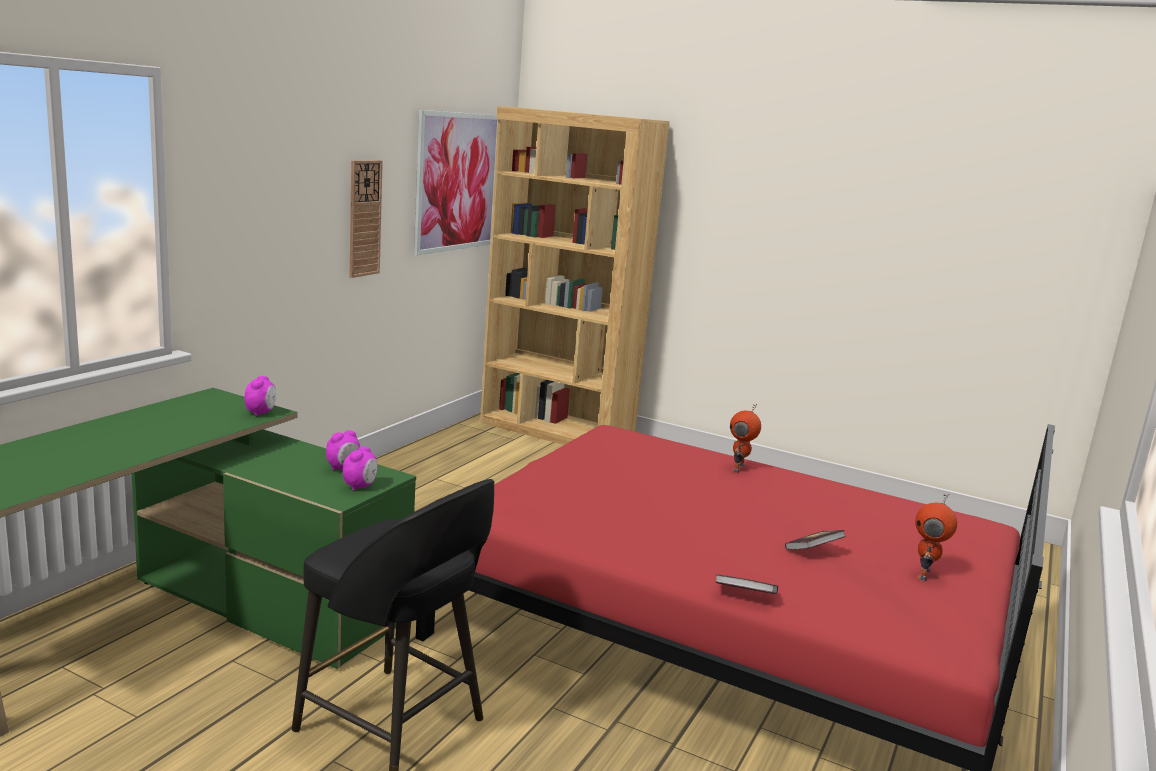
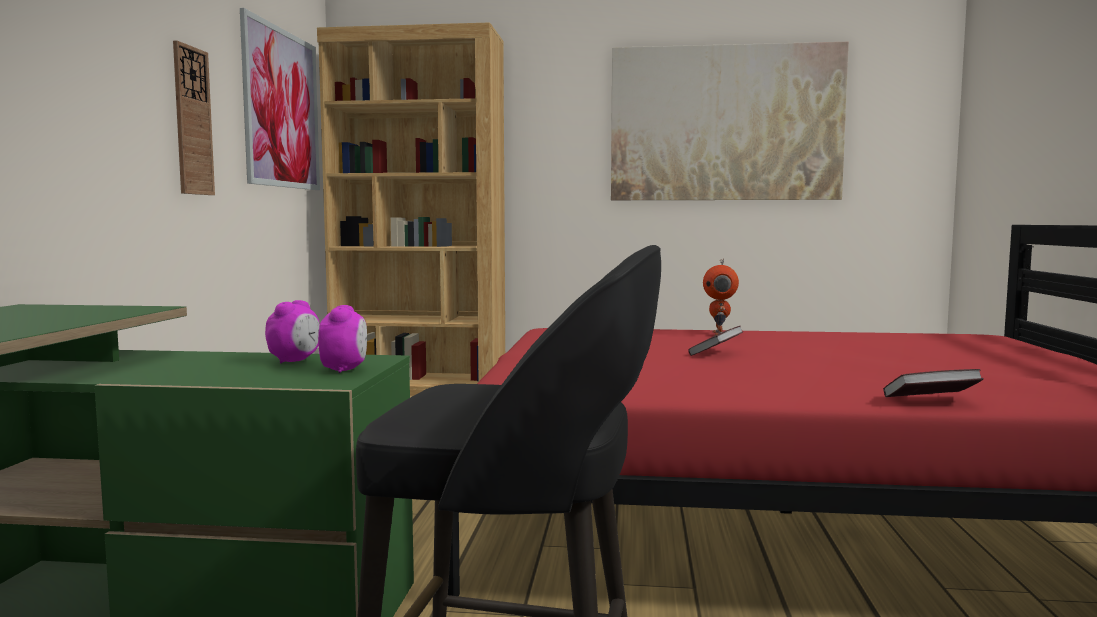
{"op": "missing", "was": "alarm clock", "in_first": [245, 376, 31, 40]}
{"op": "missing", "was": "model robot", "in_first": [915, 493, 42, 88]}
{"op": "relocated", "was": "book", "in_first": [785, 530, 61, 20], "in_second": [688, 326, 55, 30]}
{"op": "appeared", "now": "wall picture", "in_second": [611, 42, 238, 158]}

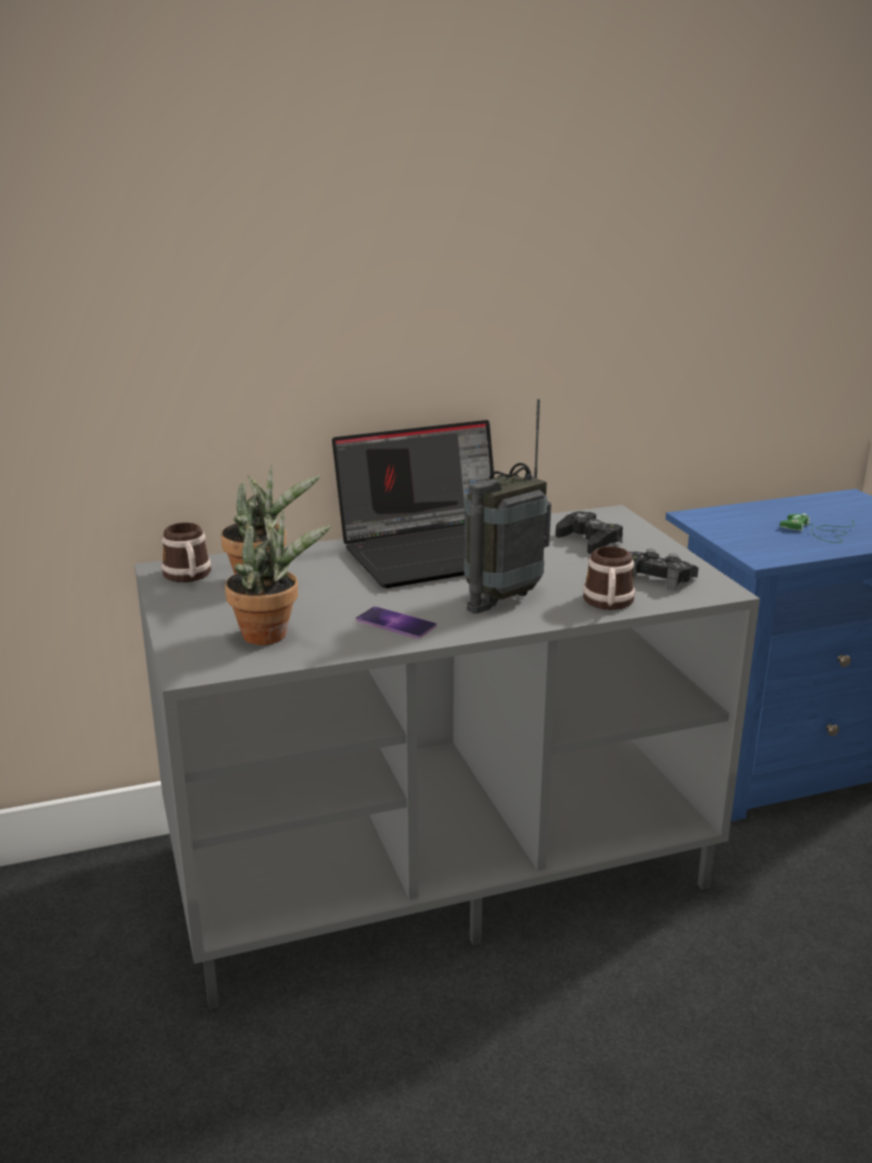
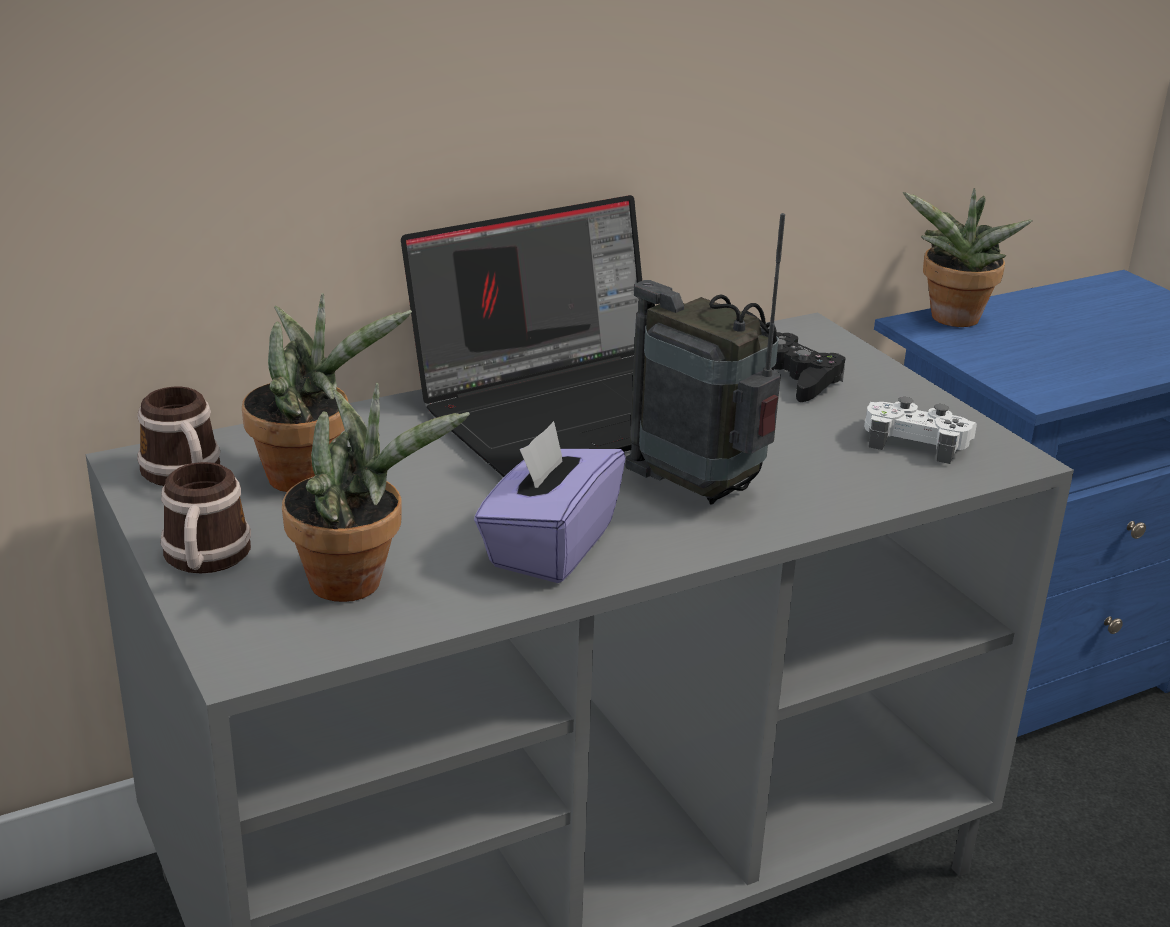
{"op": "spun", "was": "radio", "in_first": [464, 399, 87, 215], "in_second": [625, 213, 160, 292], "clockwise": 90}
{"op": "missing", "was": "joypad (green)", "in_first": [780, 514, 75, 29]}
{"op": "relocated", "was": "mug", "in_first": [583, 546, 52, 64], "in_second": [161, 462, 90, 111]}
{"op": "colour", "was": "joypad (black)", "now": "joypad (white)", "in_first": [629, 549, 70, 42], "in_second": [864, 397, 113, 67]}
{"op": "exchanged", "was": "telephone", "now": "tissue holder (purplish)", "in_first": [356, 606, 81, 33], "in_second": [474, 421, 152, 162]}
{"op": "appeared", "now": "plant in a pot", "in_second": [903, 188, 130, 139]}

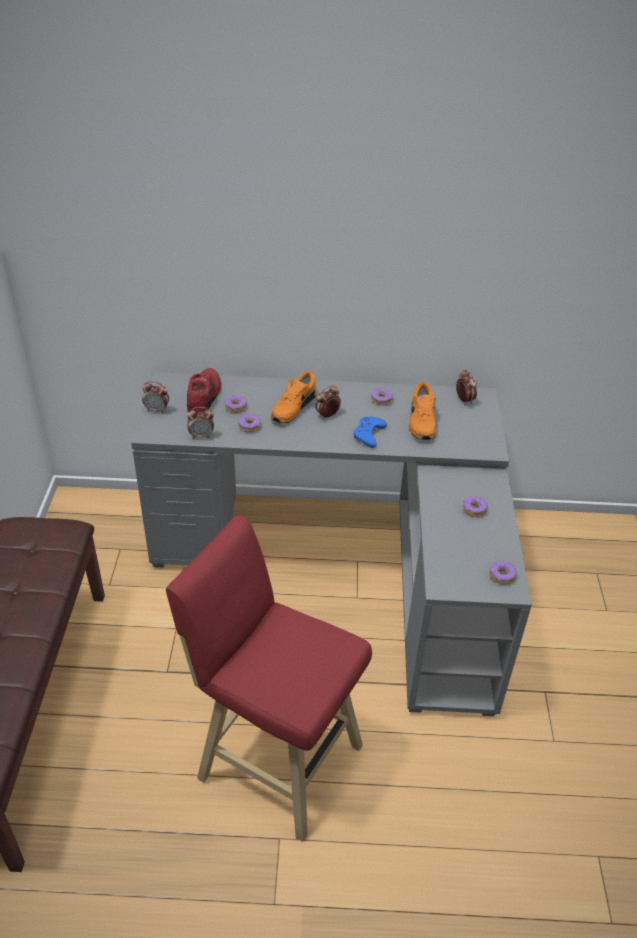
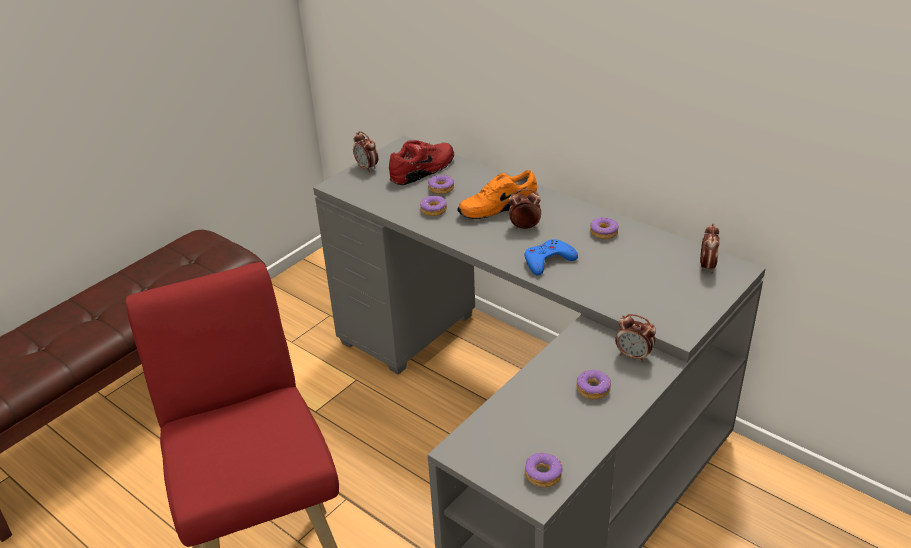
{"op": "missing", "was": "shoe (orange)", "in_first": [409, 382, 27, 58]}
{"op": "relocated", "was": "alarm clock", "in_first": [187, 407, 27, 32], "in_second": [615, 314, 41, 48]}

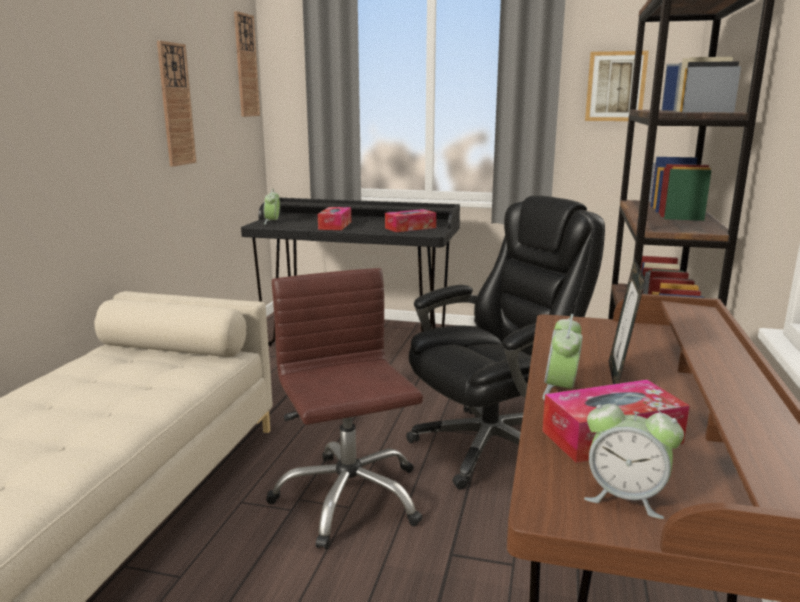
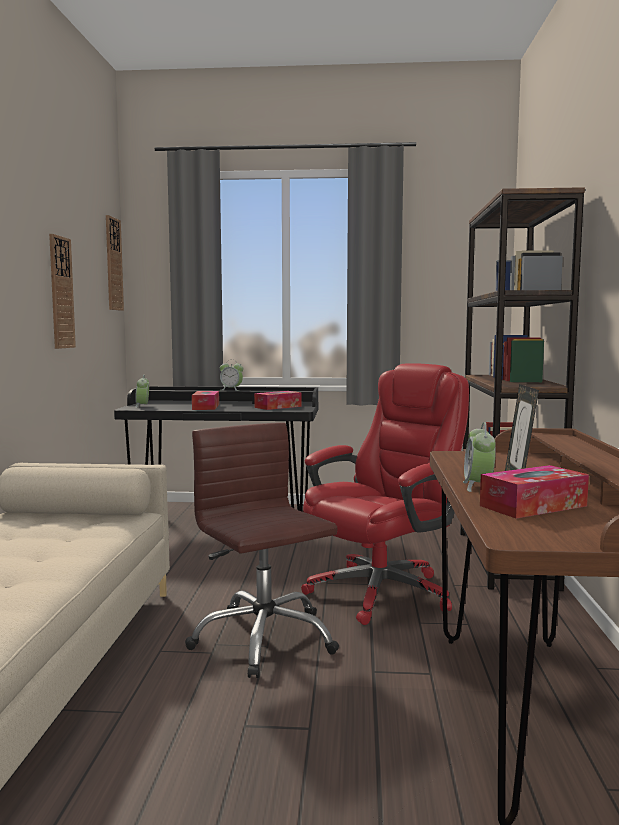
{"op": "missing", "was": "wall picture", "in_first": [585, 51, 64, 70]}
{"op": "colour", "was": "desk chair (black)", "now": "desk chair (reddish)", "in_first": [406, 195, 199, 295], "in_second": [301, 363, 168, 262]}
{"op": "relocated", "was": "alarm clock", "in_first": [584, 394, 100, 125], "in_second": [220, 359, 23, 32]}

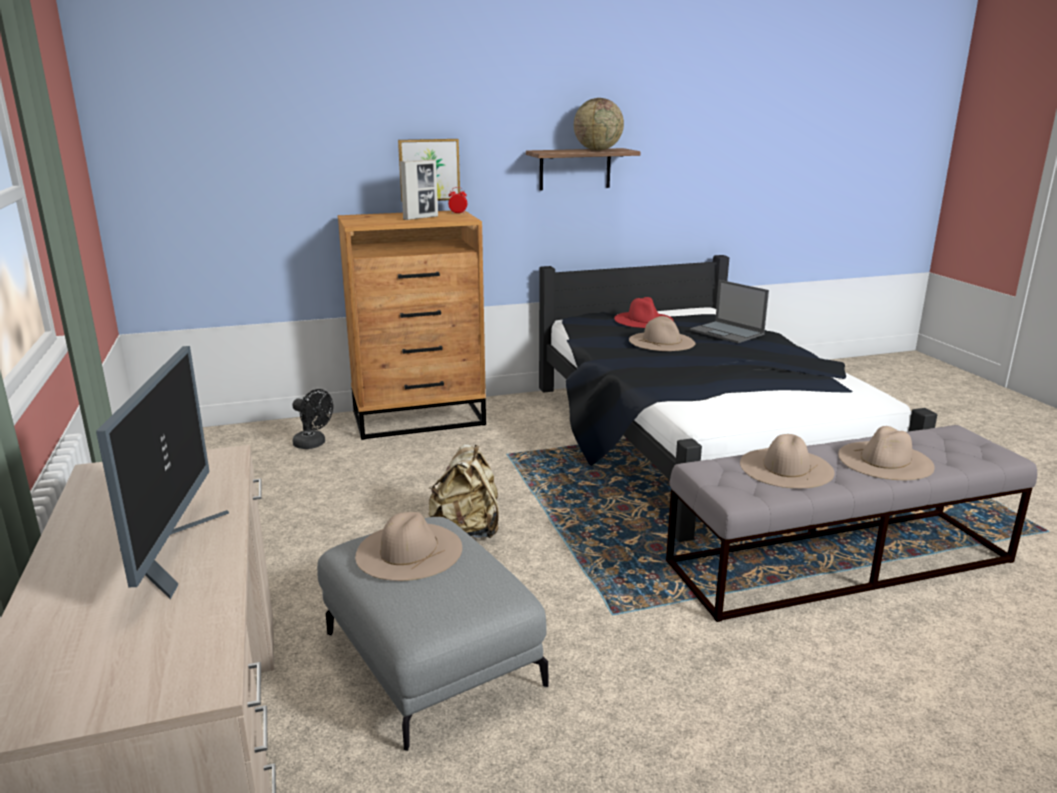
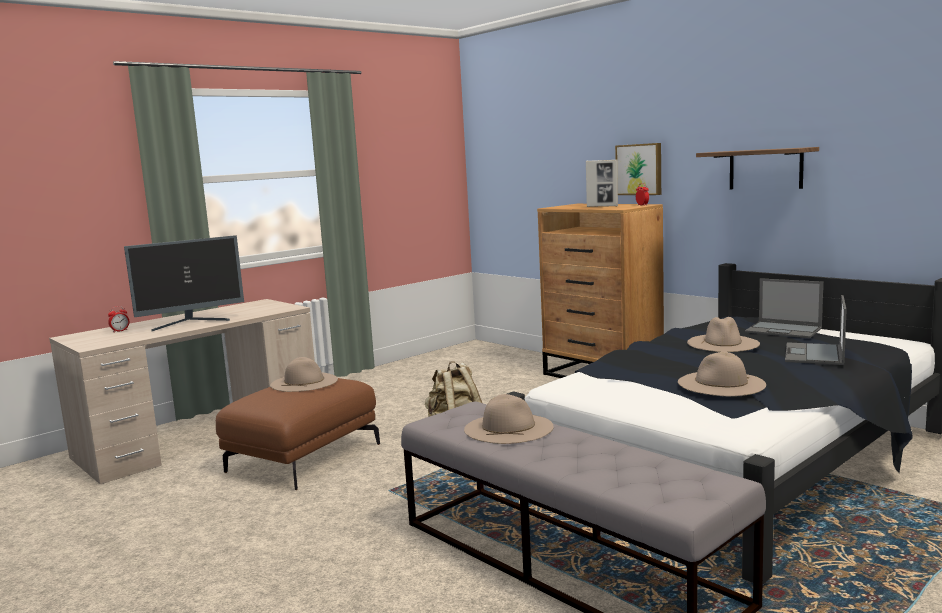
{"op": "missing", "was": "world globe", "in_first": [574, 98, 50, 53]}
{"op": "exchanged", "was": "hat (reddish)", "now": "notebook computer", "in_first": [614, 297, 60, 31], "in_second": [745, 278, 78, 61]}
{"op": "missing", "was": "fan (black)", "in_first": [292, 389, 41, 60]}
{"op": "relocated", "was": "hat (beige)", "in_first": [838, 426, 97, 54], "in_second": [678, 352, 88, 44]}
{"op": "colour", "was": "ottoman (greyish)", "now": "ottoman (brownish)", "in_first": [317, 517, 232, 234], "in_second": [216, 378, 164, 112]}
{"op": "appeared", "now": "alarm clock", "in_second": [108, 306, 21, 27]}

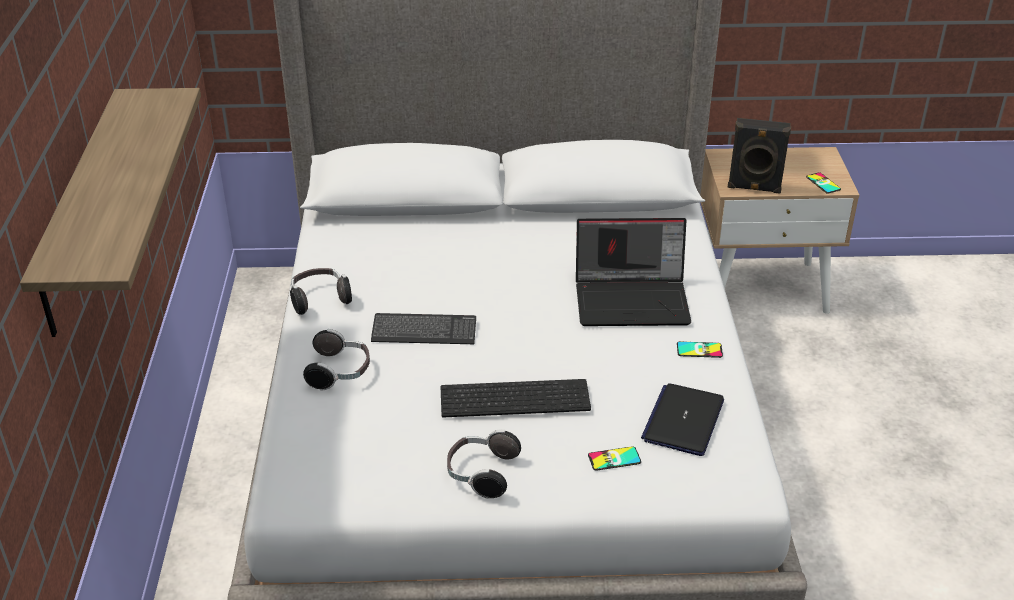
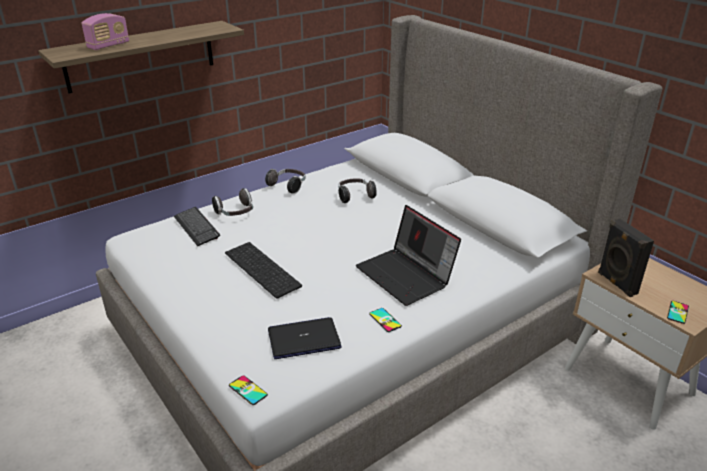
{"op": "relocated", "was": "computer keyboard", "in_first": [371, 313, 105, 31], "in_second": [174, 207, 46, 39]}
{"op": "relocated", "was": "headset", "in_first": [447, 429, 74, 70], "in_second": [338, 178, 39, 25]}
{"op": "relocated", "was": "telephone", "in_first": [588, 446, 53, 25], "in_second": [229, 375, 39, 30]}
{"op": "appeared", "now": "radio", "in_second": [81, 13, 48, 37]}

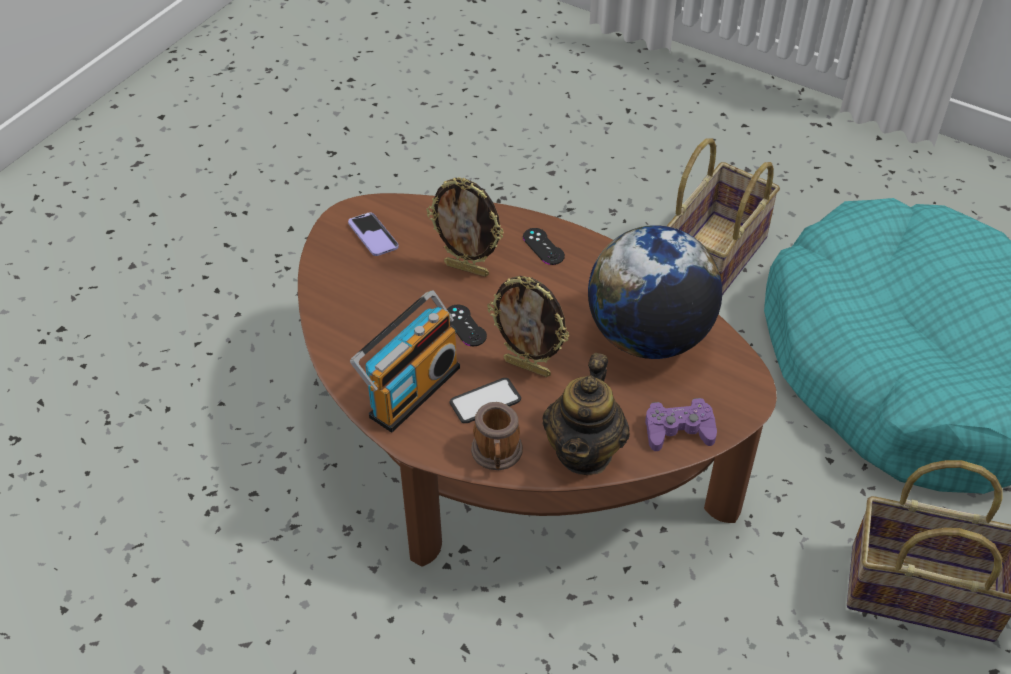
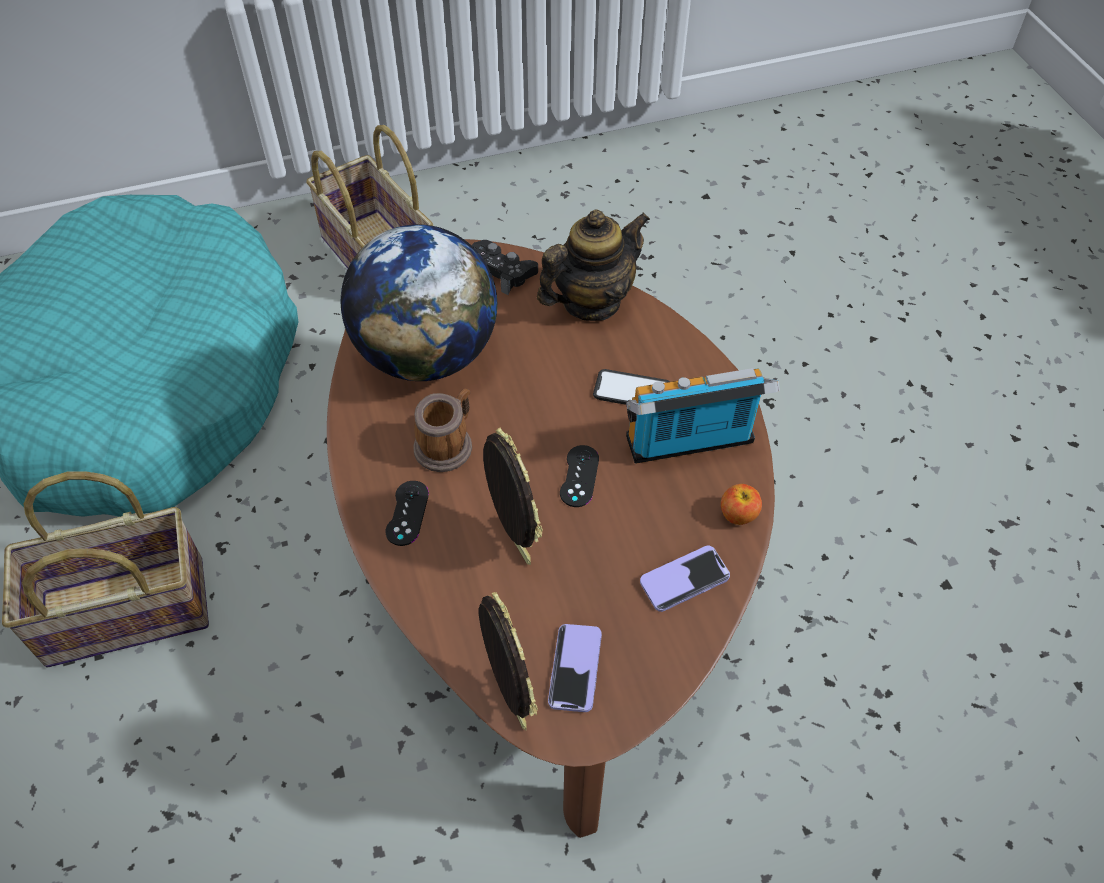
{"op": "relocated", "was": "standing frame", "in_first": [487, 276, 83, 101], "in_second": [479, 592, 59, 138]}
{"op": "colour", "was": "joypad (purplish)", "now": "joypad (black)", "in_first": [645, 398, 72, 53], "in_second": [471, 240, 67, 55]}
{"op": "relocated", "was": "mug", "in_first": [471, 402, 52, 68], "in_second": [413, 388, 59, 84]}
{"op": "appeared", "now": "apple fruit", "in_second": [721, 484, 41, 41]}
{"op": "appeared", "now": "telephone", "in_second": [640, 546, 90, 66]}

